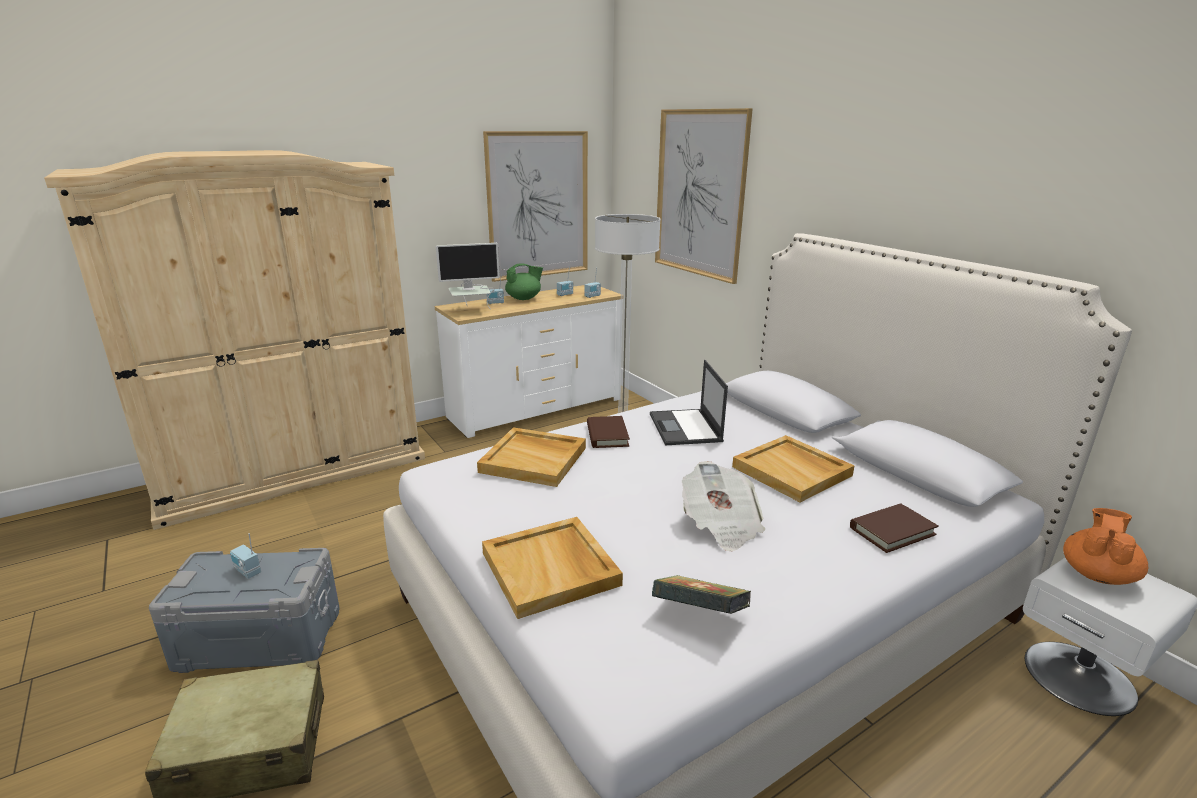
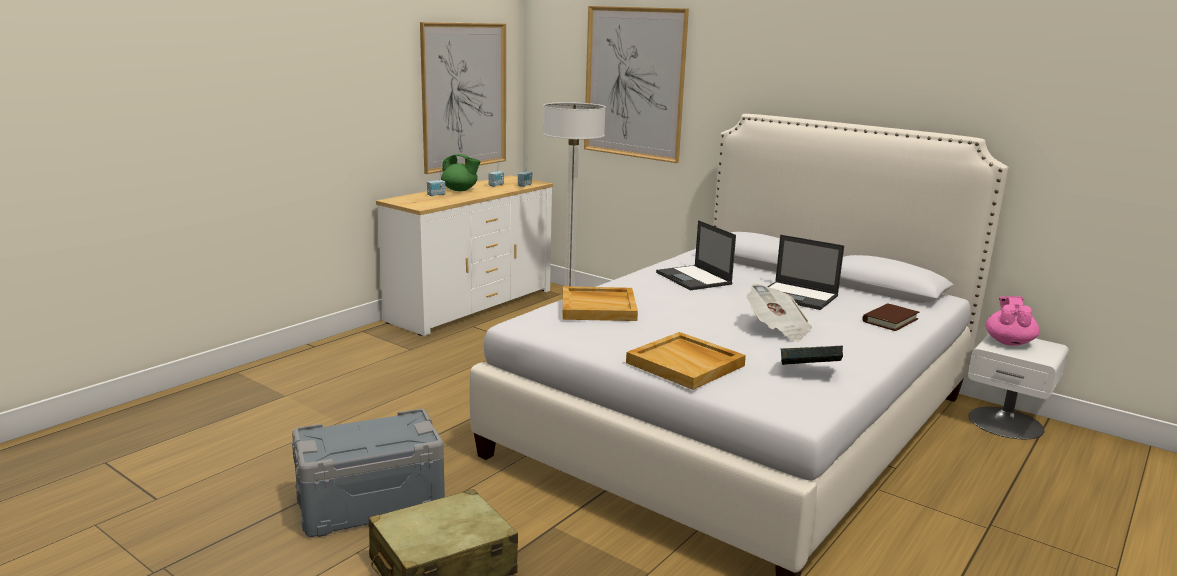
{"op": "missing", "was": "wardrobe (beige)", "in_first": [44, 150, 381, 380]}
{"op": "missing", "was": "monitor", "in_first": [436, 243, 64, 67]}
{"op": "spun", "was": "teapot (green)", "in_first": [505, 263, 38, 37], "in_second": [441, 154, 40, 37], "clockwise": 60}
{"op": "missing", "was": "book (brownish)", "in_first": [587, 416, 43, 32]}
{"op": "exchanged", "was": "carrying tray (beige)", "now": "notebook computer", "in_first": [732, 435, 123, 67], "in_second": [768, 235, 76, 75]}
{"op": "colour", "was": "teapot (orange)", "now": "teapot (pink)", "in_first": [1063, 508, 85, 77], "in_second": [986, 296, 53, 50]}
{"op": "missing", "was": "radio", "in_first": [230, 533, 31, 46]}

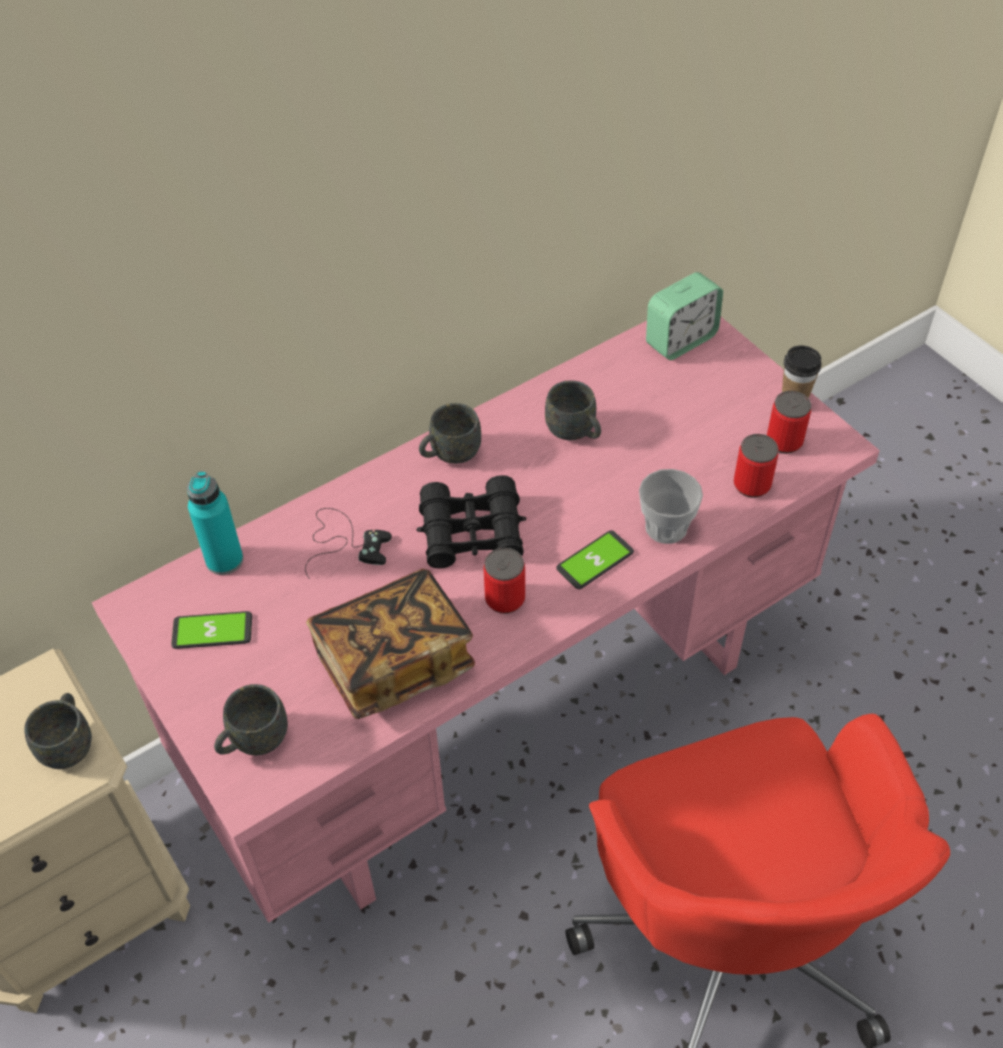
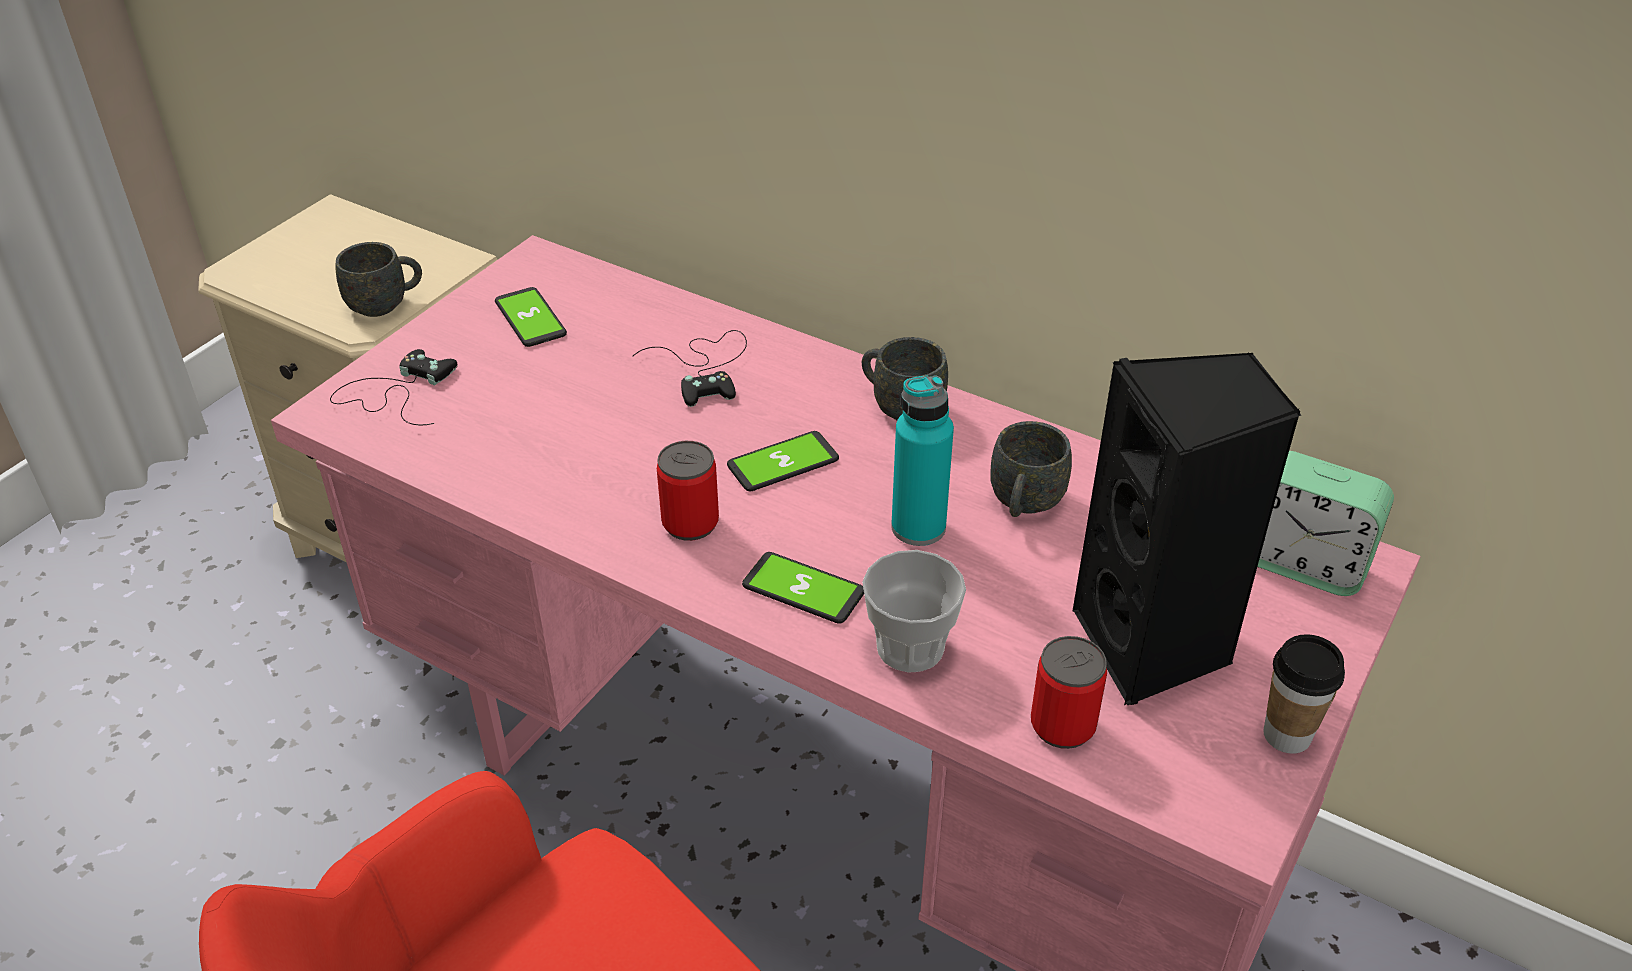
{"op": "missing", "was": "metal can", "in_first": [767, 391, 44, 63]}
{"op": "relocated", "was": "beverage bottle (turquoise-coloured)", "in_first": [187, 471, 56, 104], "in_second": [891, 375, 63, 171]}
{"op": "exchanged", "was": "pair of binoculars (black)", "now": "telephone", "in_first": [417, 475, 109, 93], "in_second": [727, 431, 112, 60]}
{"op": "missing", "was": "book", "in_first": [306, 569, 169, 150]}
{"op": "exchanged", "was": "mug (greyish)", "now": "joypad (black)", "in_first": [214, 684, 74, 72], "in_second": [330, 349, 127, 76]}
{"op": "appeared", "now": "loudspeaker (black)", "in_second": [1072, 353, 229, 352]}

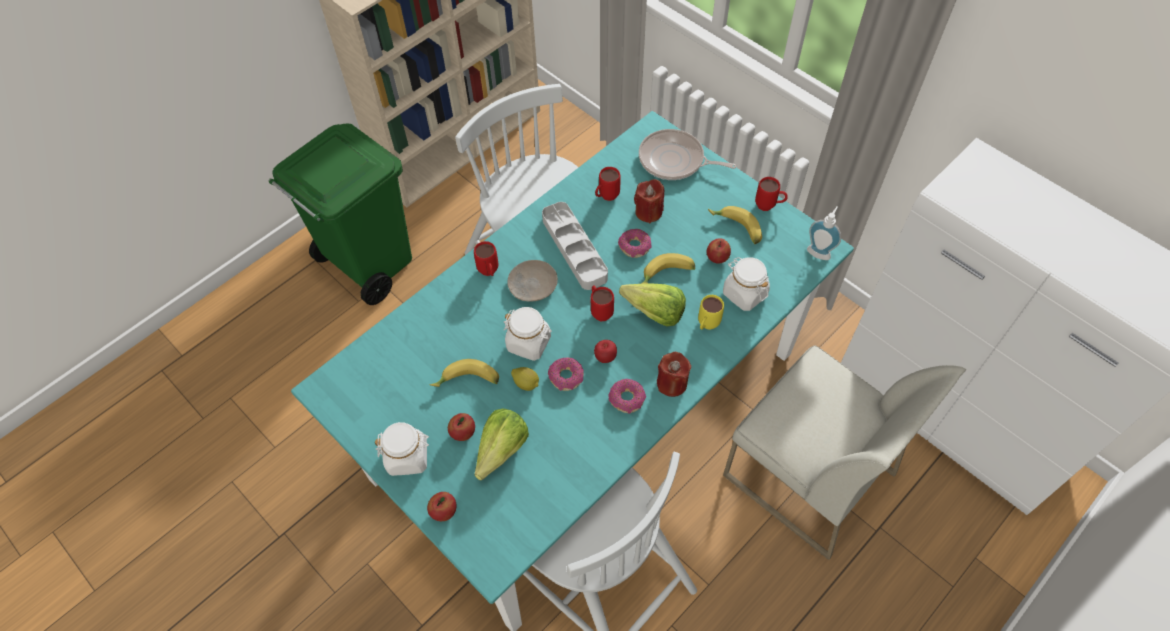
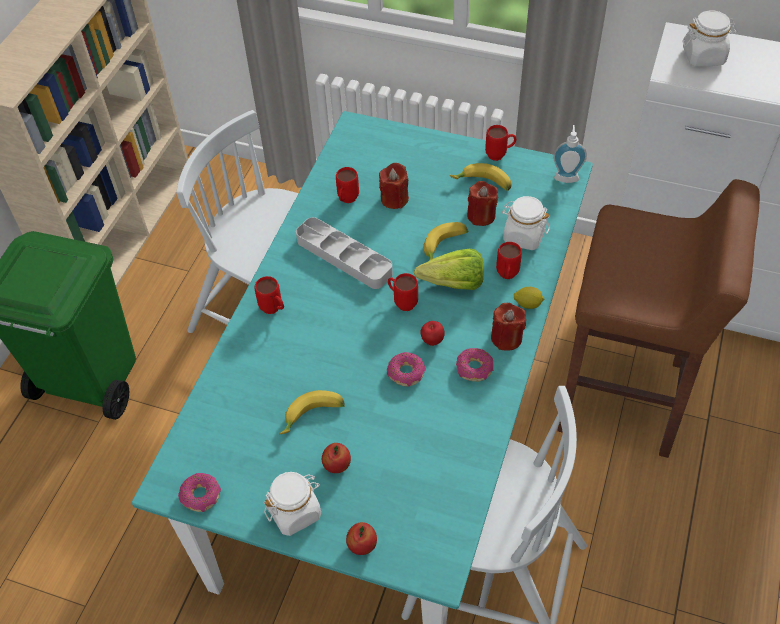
{"op": "missing", "was": "skillet", "in_first": [639, 129, 97, 51]}
{"op": "relocated", "was": "donut", "in_first": [618, 229, 34, 29], "in_second": [178, 473, 43, 39]}
{"op": "exchanged", "was": "apple fruit", "now": "wax light (reddish)", "in_first": [707, 238, 24, 26], "in_second": [467, 181, 31, 45]}
{"op": "missing", "was": "plate (beige)", "in_first": [507, 260, 51, 41]}
{"op": "colour", "was": "mug (yellowish)", "now": "mug (reddish)", "in_first": [698, 295, 26, 35], "in_second": [496, 242, 26, 37]}
{"op": "relocated", "was": "jar (white)", "in_first": [504, 307, 48, 54], "in_second": [682, 10, 55, 57]}
{"op": "exchanged", "was": "upright chair (white)", "now": "stool seat (brownish)", "in_first": [723, 346, 243, 214], "in_second": [557, 179, 203, 279]}
{"op": "relocated", "was": "citrus fruit", "in_first": [511, 367, 28, 24], "in_second": [514, 287, 30, 22]}
{"op": "missing", "was": "lettuce head", "in_first": [474, 408, 55, 72]}

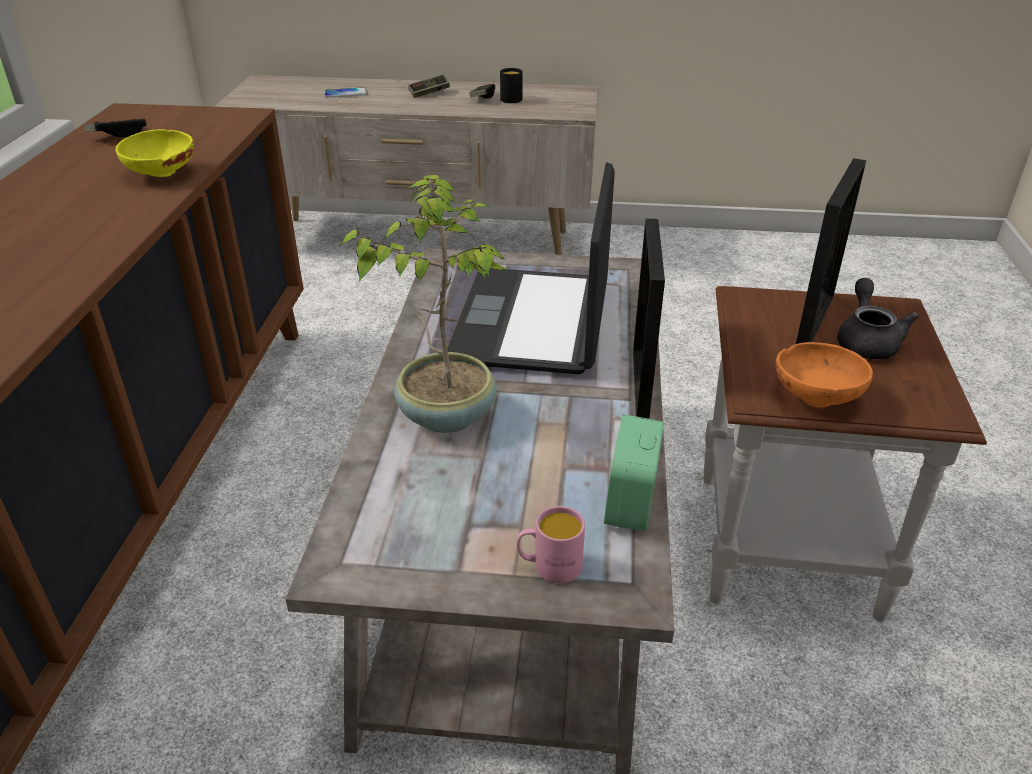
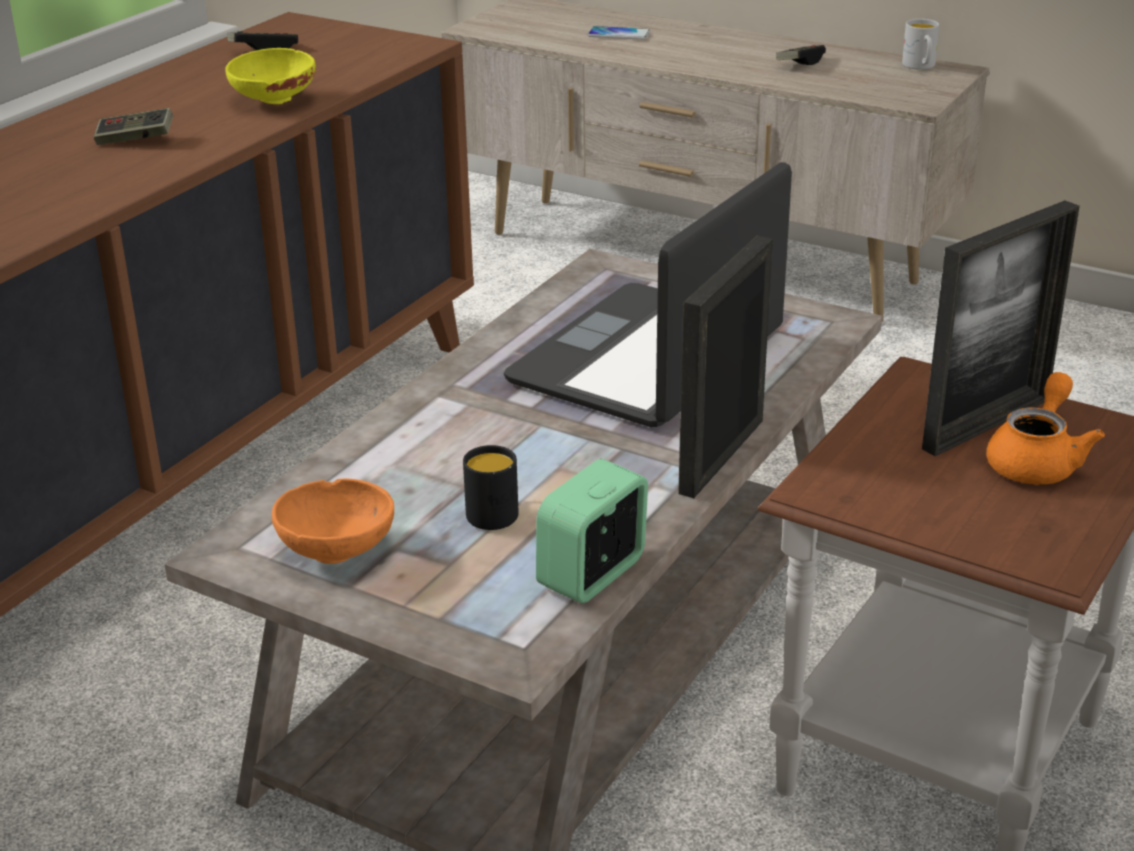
{"op": "relocated", "was": "mug (black)", "in_first": [500, 68, 23, 35], "in_second": [463, 445, 56, 85]}
{"op": "relocated", "was": "joypad", "in_first": [408, 75, 42, 23], "in_second": [94, 108, 79, 37]}
{"op": "missing", "was": "plant in a pot", "in_first": [340, 175, 168, 258]}
{"op": "colour", "was": "teapot (greyish)", "now": "teapot (orange)", "in_first": [837, 278, 82, 81], "in_second": [986, 372, 119, 113]}
{"op": "relocated", "was": "bowl (orange)", "in_first": [775, 342, 98, 66], "in_second": [272, 479, 122, 85]}
{"op": "missing", "was": "mug (pink)", "in_first": [517, 506, 68, 78]}
{"op": "appeared", "now": "mug (white)", "in_second": [902, 19, 37, 51]}

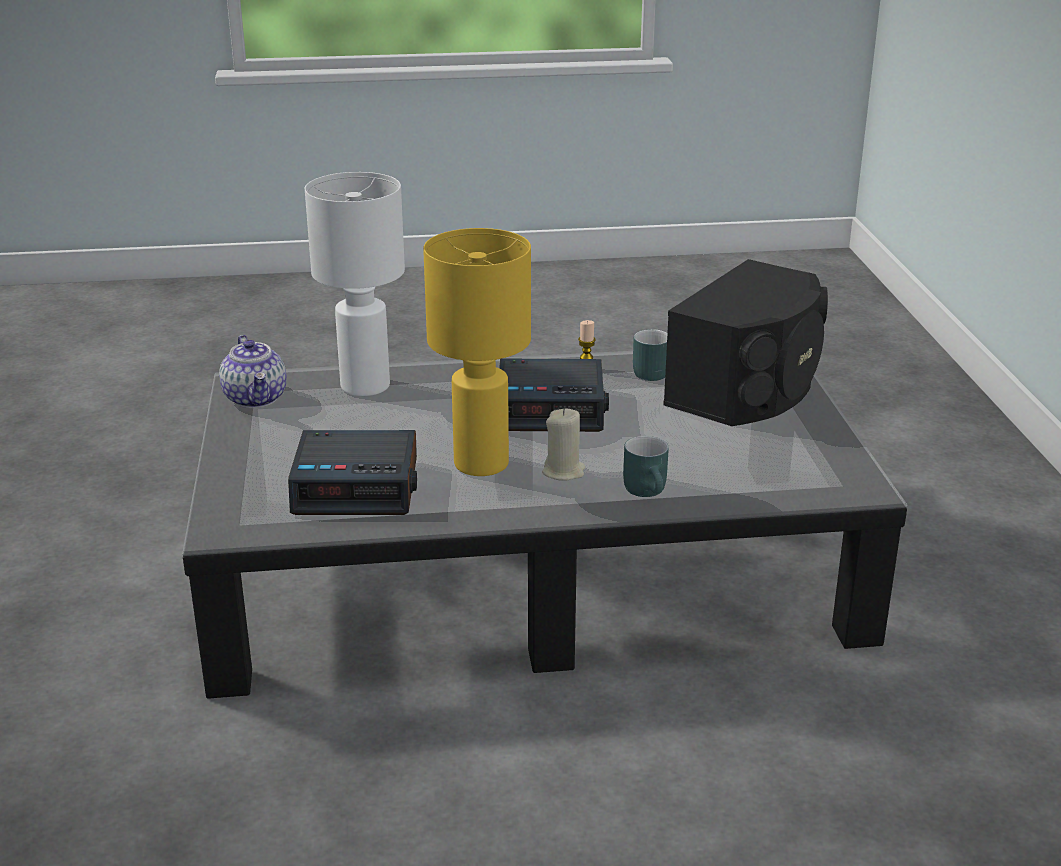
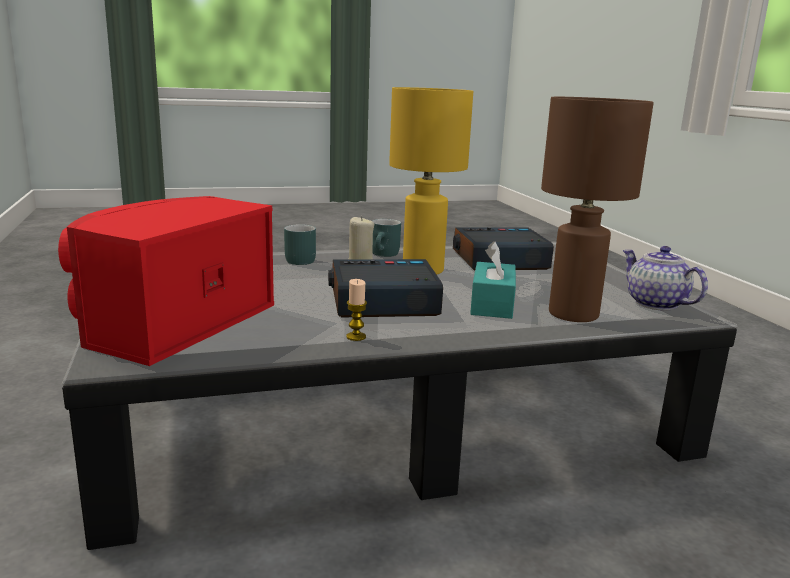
{"op": "colour", "was": "tabletop lamp (white)", "now": "tabletop lamp (brownish)", "in_first": [305, 172, 100, 224], "in_second": [541, 97, 113, 225]}
{"op": "colour", "was": "loudspeaker (black)", "now": "loudspeaker (reddish)", "in_first": [663, 259, 165, 167], "in_second": [58, 196, 216, 170]}
{"op": "relocated", "was": "mug (turquoise-coloured)", "in_first": [633, 329, 34, 52], "in_second": [372, 219, 29, 38]}
{"op": "appeared", "now": "tissue holder (turquoise-coloured)", "in_second": [470, 241, 46, 78]}

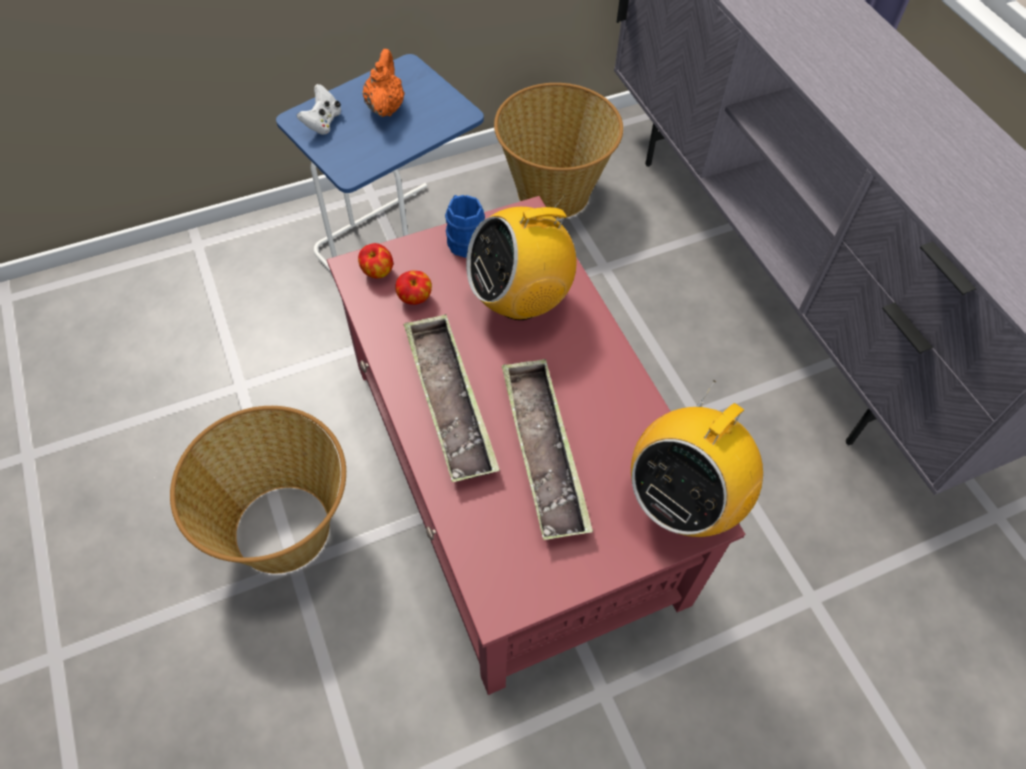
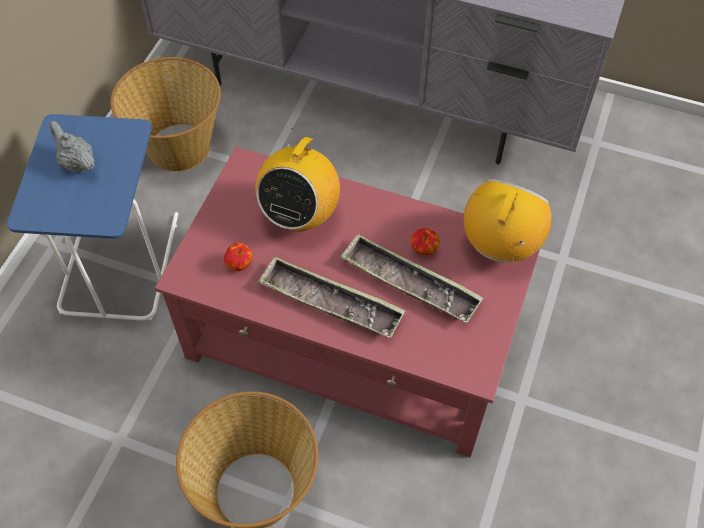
{"op": "colour", "was": "teapot (orange)", "now": "teapot (greyish)", "in_first": [362, 49, 43, 68], "in_second": [50, 121, 45, 51]}
{"op": "missing", "was": "joypad (white)", "in_first": [297, 84, 44, 51]}
{"op": "missing", "was": "mug (blue-coloured)", "in_first": [445, 195, 40, 63]}
{"op": "relocated", "was": "apple fruit", "in_first": [358, 243, 35, 36], "in_second": [411, 228, 29, 27]}
{"op": "spun", "was": "radio", "in_first": [631, 380, 132, 157], "in_second": [464, 179, 87, 84], "clockwise": -150}

